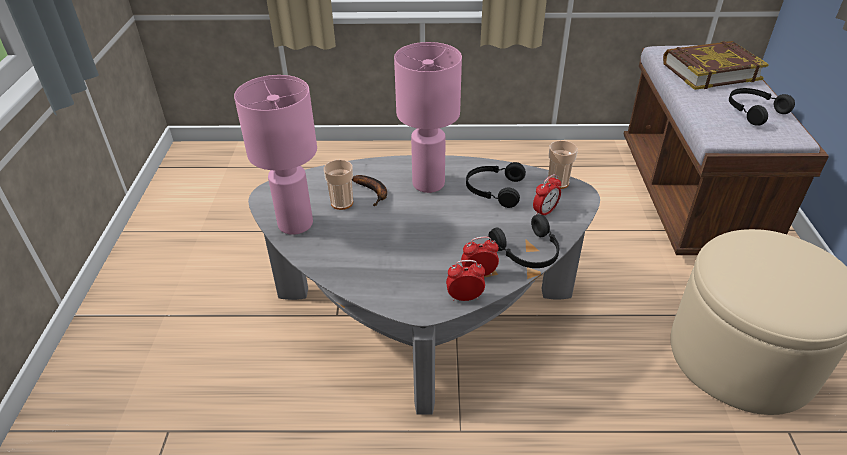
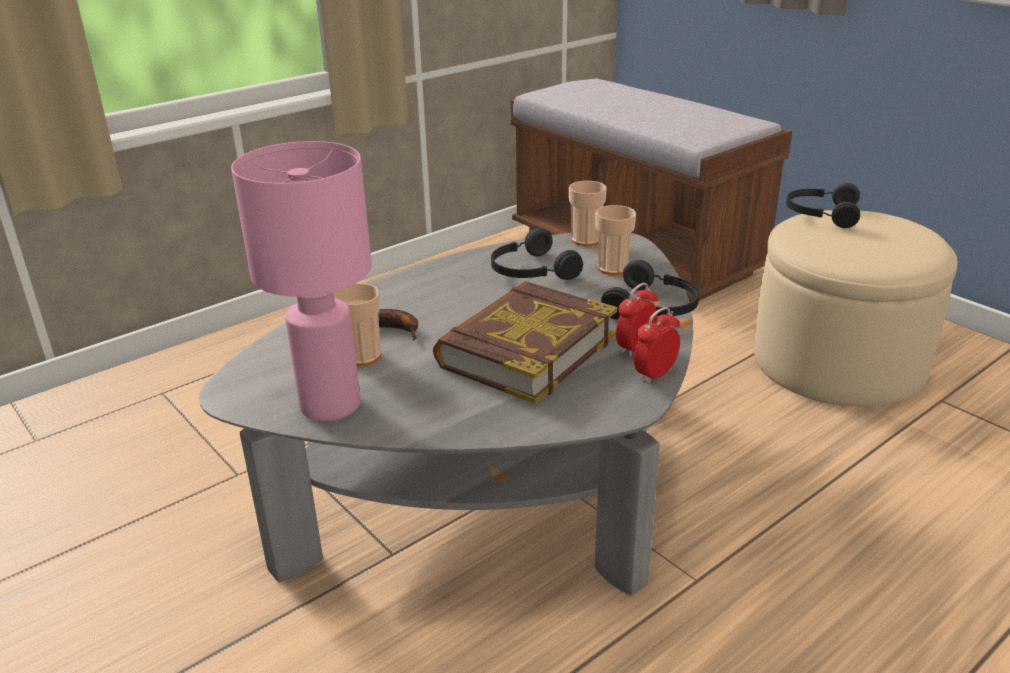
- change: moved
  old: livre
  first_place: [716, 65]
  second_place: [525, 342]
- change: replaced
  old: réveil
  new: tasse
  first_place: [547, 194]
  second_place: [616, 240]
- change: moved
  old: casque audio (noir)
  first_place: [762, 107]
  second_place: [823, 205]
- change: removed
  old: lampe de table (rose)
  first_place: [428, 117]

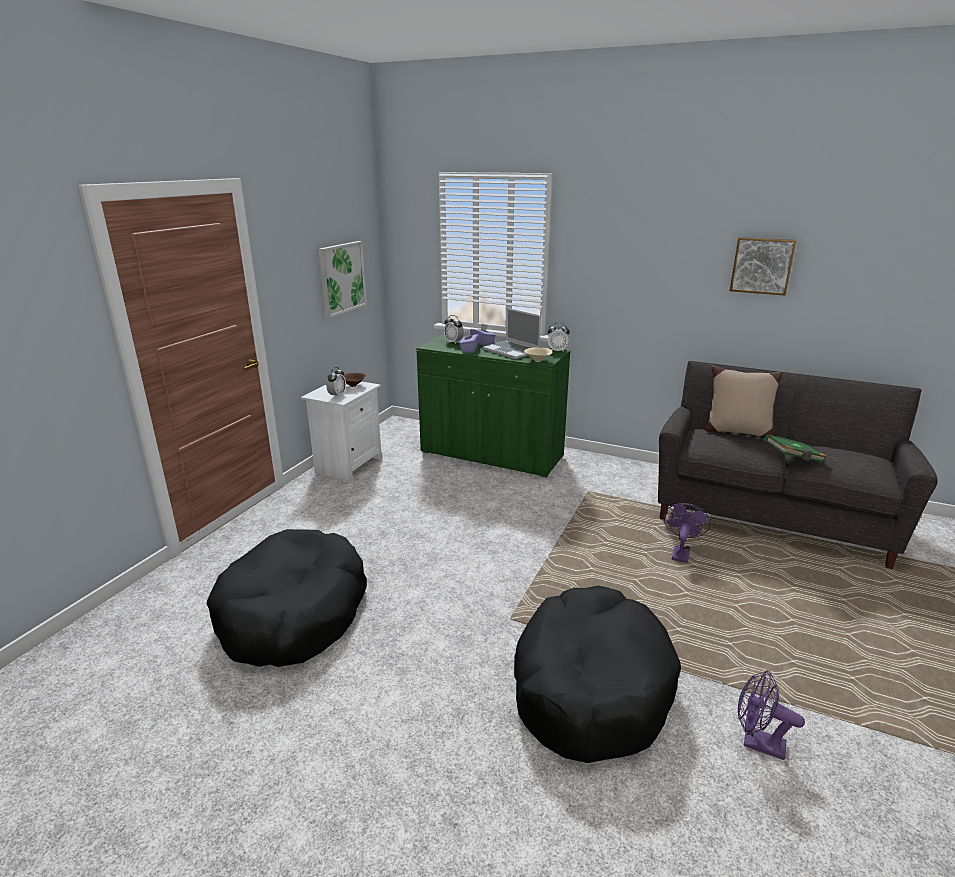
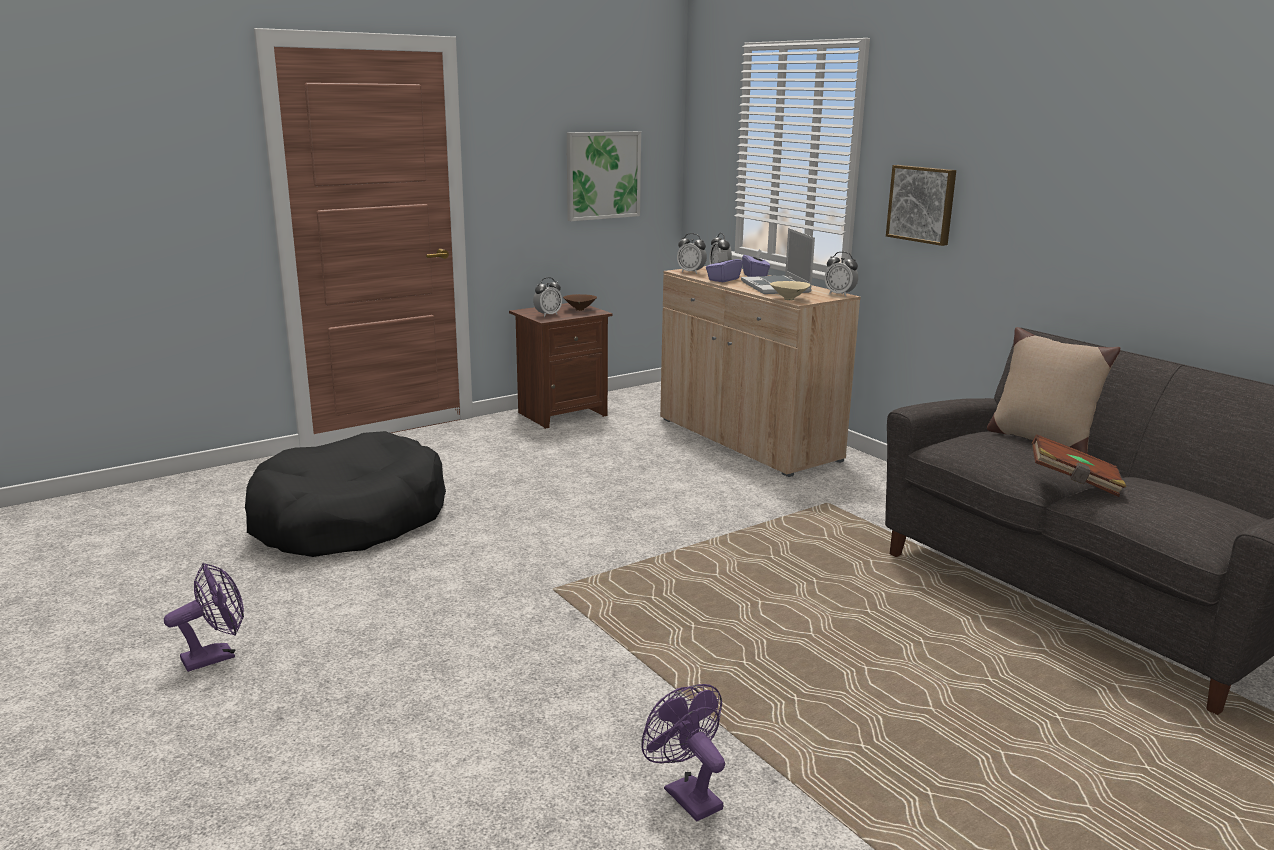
- change: moved
  old: ventilateur (violet)
  first_place: [687, 533]
  second_place: [204, 617]
- change: recoloured
  old: table de chevet (blanc)
  new: table de chevet (marron)
  first_place: [341, 431]
  second_place: [561, 366]
- change: recoloured
  old: meuble de rangement (vert)
  new: meuble de rangement (beige)
  first_place: [493, 406]
  second_place: [760, 371]
- change: added
  new: réveil
  second_place: [692, 253]
- change: moved
  old: tableau
  first_place: [763, 266]
  second_place: [921, 205]
- change: recoloured
  old: livre (vert)
  new: livre (marron)
  first_place: [795, 448]
  second_place: [1079, 465]
- change: removed
  old: panier pour chien (noir)
  first_place: [597, 674]

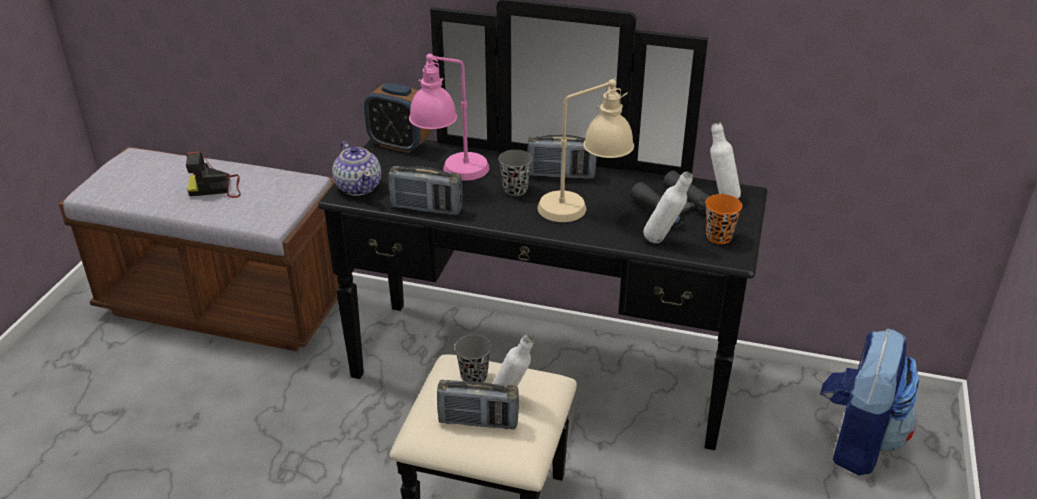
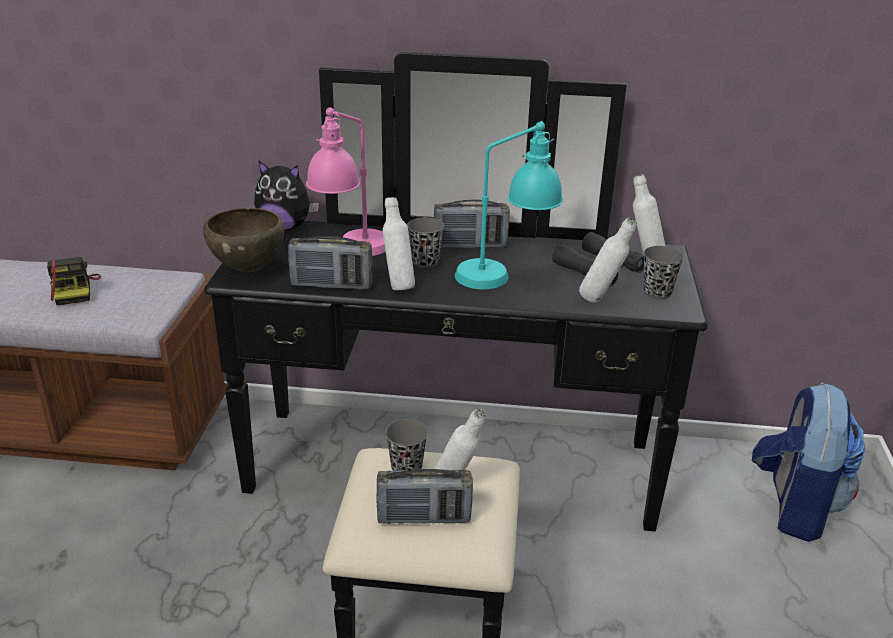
- change: turned
  old: appareil photo
  first_place: [213, 174]
  second_place: [74, 281]
  degrees: -90
- change: replaced
  old: théière
  new: bol (marron)
  first_place: [356, 169]
  second_place: [243, 240]
- change: replaced
  old: réveil
  new: peluche
  first_place: [397, 118]
  second_place: [286, 195]
- change: added
  new: bouteille (blanc)
  second_place: [399, 244]
- change: recoloured
  old: lampe de table (beige)
  new: lampe de table (turquoise)
  first_place: [585, 149]
  second_place: [509, 205]
- change: recoloured
  old: tasse (orange)
  new: tasse (gris)
  first_place: [723, 219]
  second_place: [663, 273]

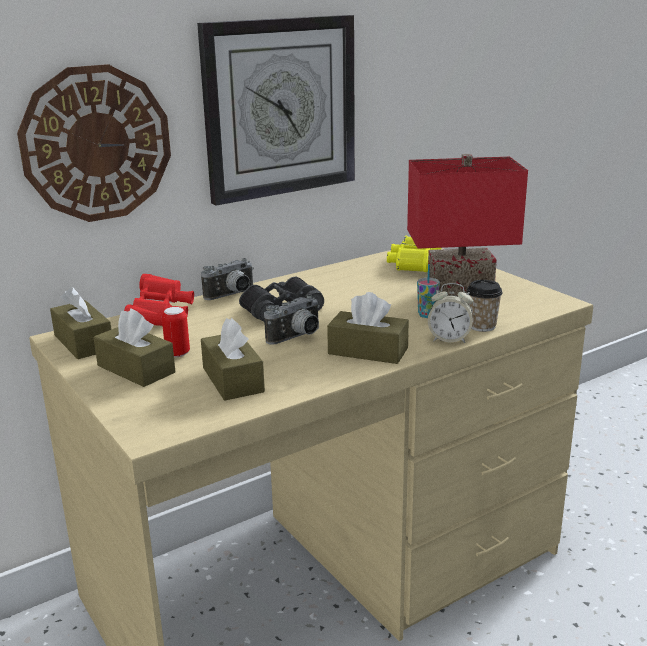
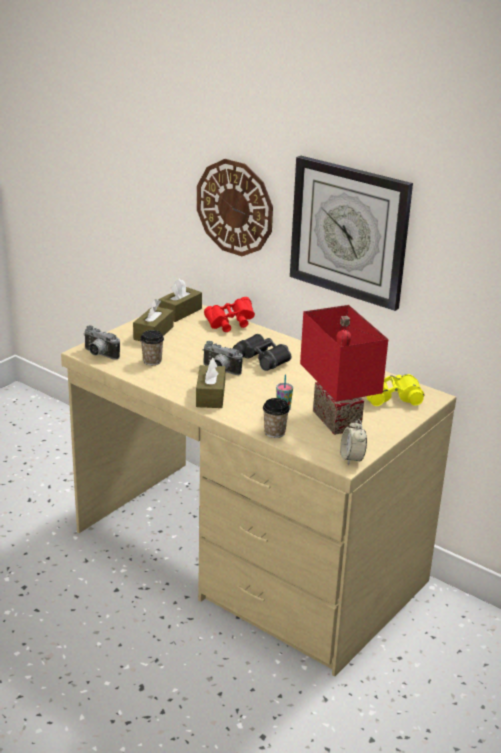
- change: moved
  old: appareil photo
  first_place: [227, 279]
  second_place: [101, 342]
- change: replaced
  old: boîte à mouchoirs (marron)
  new: tasse
  first_place: [233, 359]
  second_place: [152, 347]
- change: moved
  old: réveil
  first_place: [450, 313]
  second_place: [353, 442]
- change: removed
  old: boîte métallique
  first_place: [176, 332]

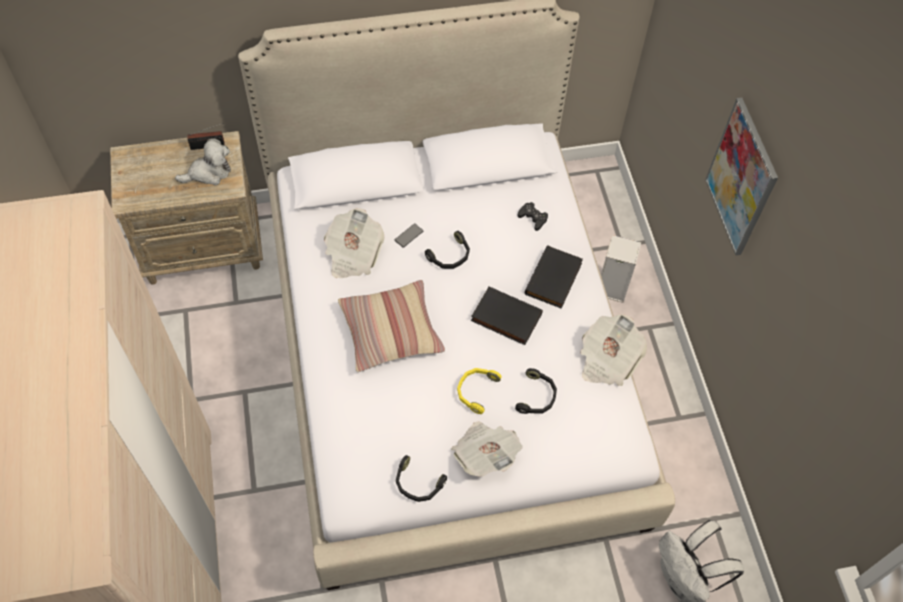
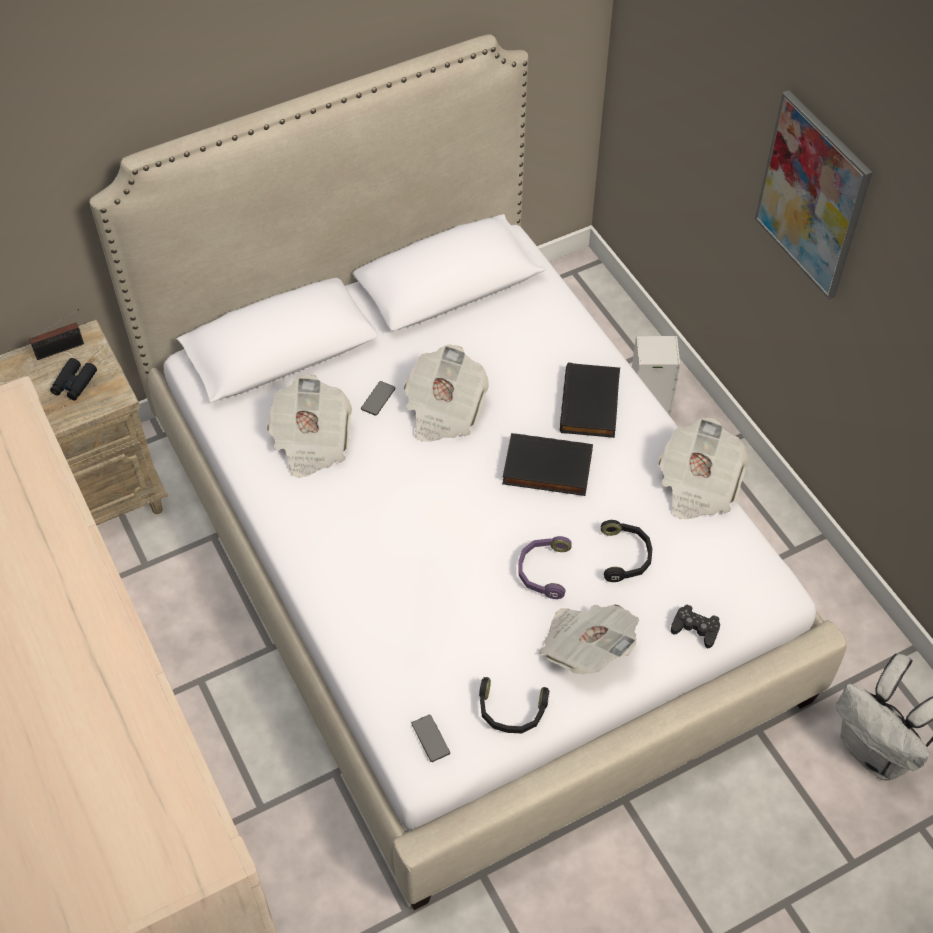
- change: replaced
  old: peluche
  new: jumelles (noir)
  first_place: [203, 162]
  second_place: [73, 379]
- change: replaced
  old: casque audio (noir)
  new: journal
  first_place: [447, 250]
  second_place: [446, 393]
- change: added
  new: téléphone
  second_place: [430, 738]
- change: recoloured
  old: casque audio (jaune)
  new: casque audio (violet)
  first_place: [479, 391]
  second_place: [545, 567]
- change: moved
  old: manette (noir)
  first_place: [533, 216]
  second_place: [695, 626]
- change: removed
  old: coussin
  first_place: [391, 326]

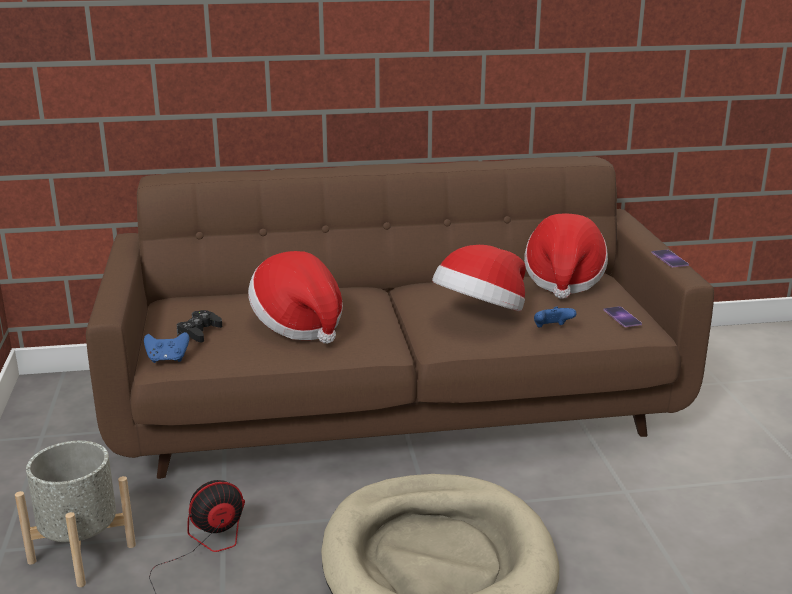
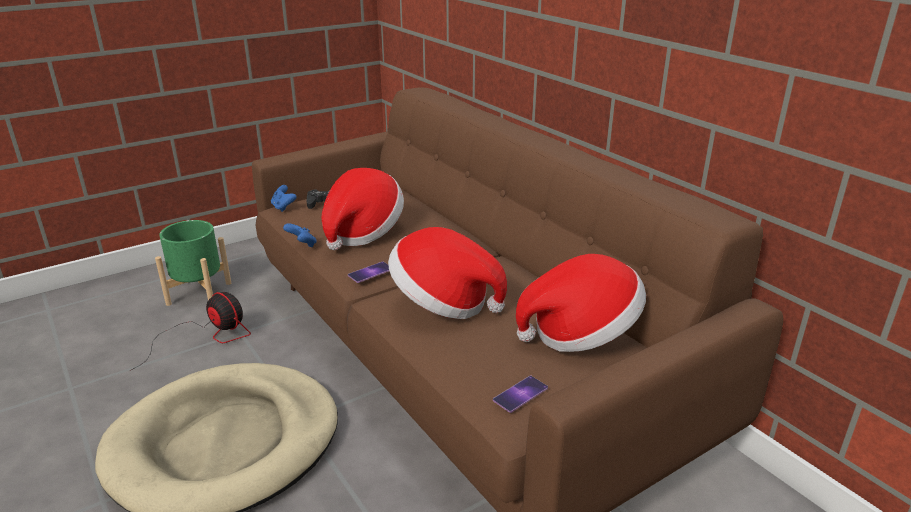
- change: recoloured
  old: cache-pot (gris)
  new: cache-pot (vert)
  first_place: [75, 514]
  second_place: [193, 263]
- change: moved
  old: manette (bleu)
  first_place: [555, 317]
  second_place: [300, 235]
- change: moved
  old: téléphone
  first_place: [670, 258]
  second_place: [368, 272]

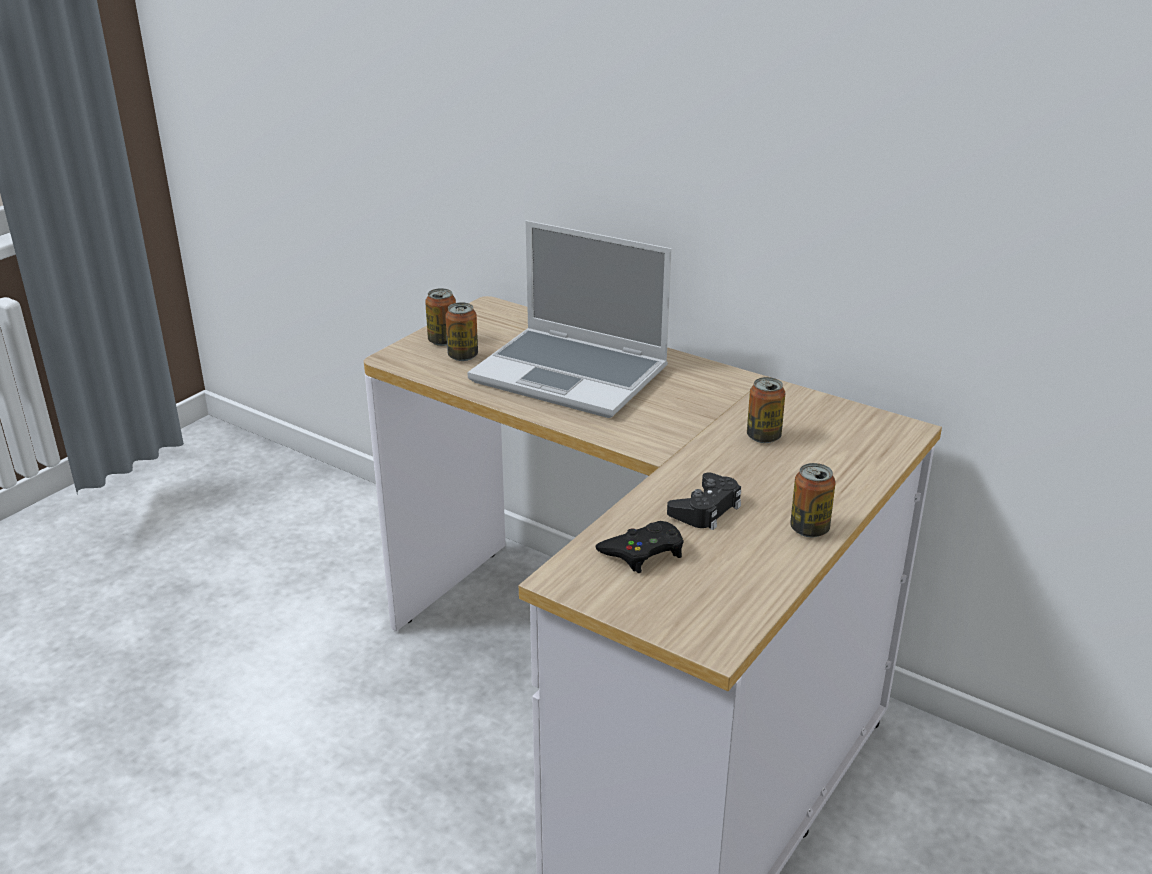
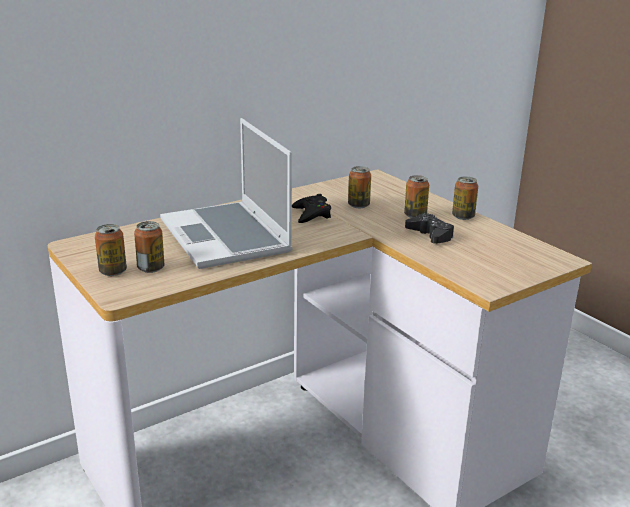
- change: turned
  old: ordinateur portable
  first_place: [569, 319]
  second_place: [226, 193]
  degrees: 105
- change: moved
  old: manette (noir)
  first_place: [639, 547]
  second_place: [311, 208]
- change: added
  new: boîte métallique
  second_place: [416, 196]

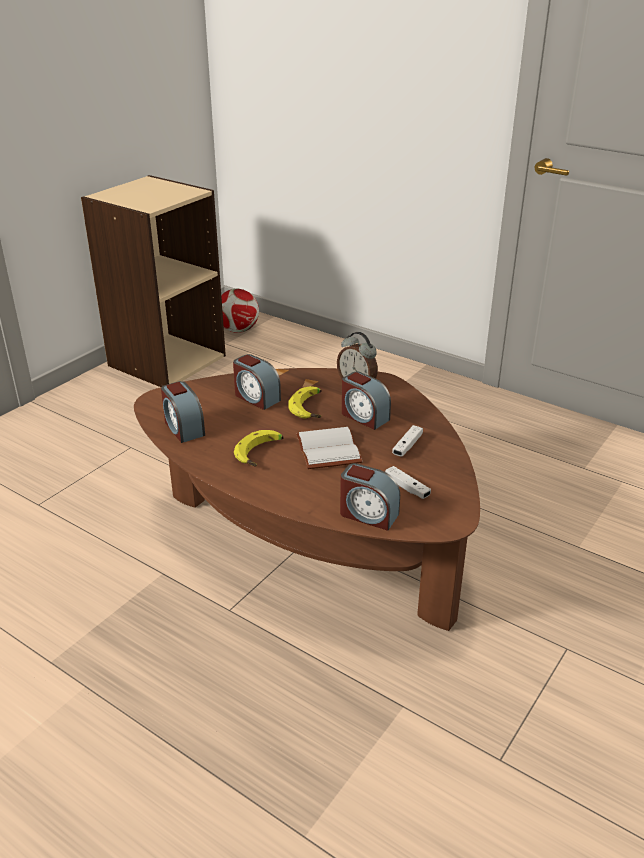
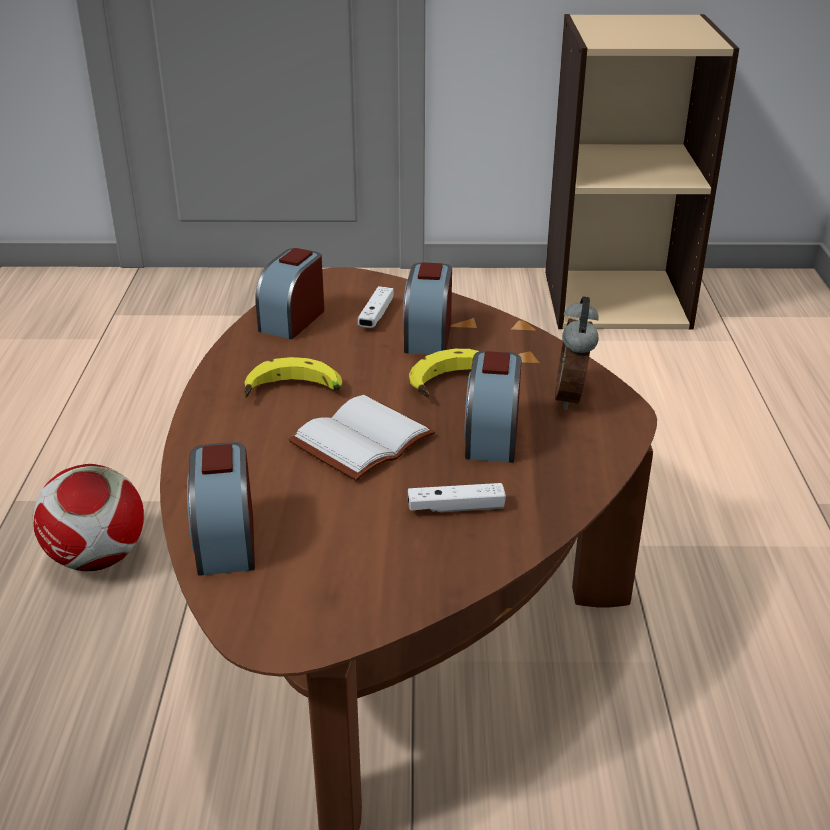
- change: moved
  old: ballon de foot
  first_place: [240, 311]
  second_place: [88, 517]
- change: moved
  old: manette (blanc)
  first_place: [408, 482]
  second_place: [376, 307]

